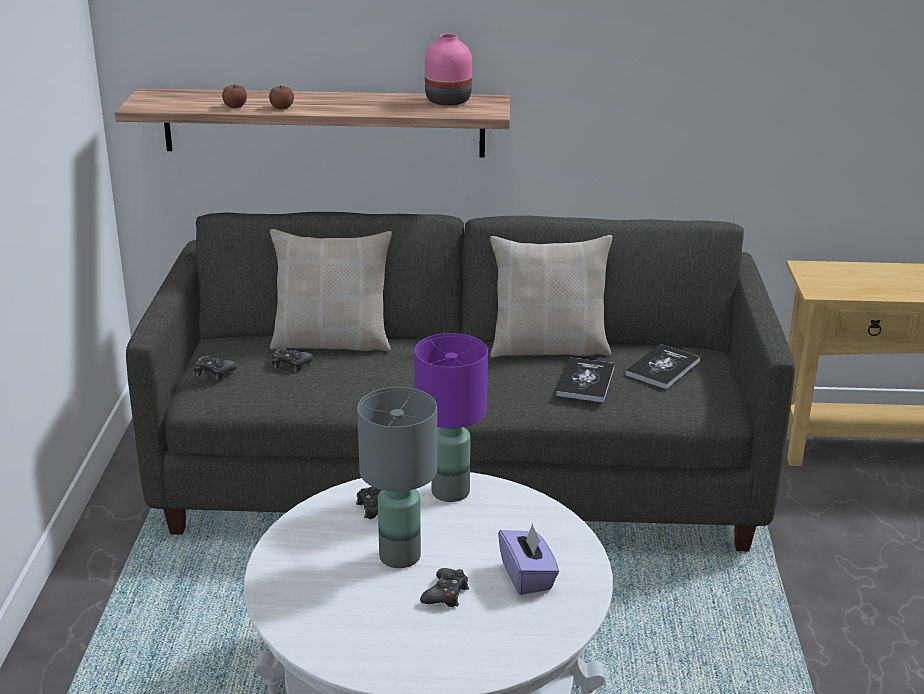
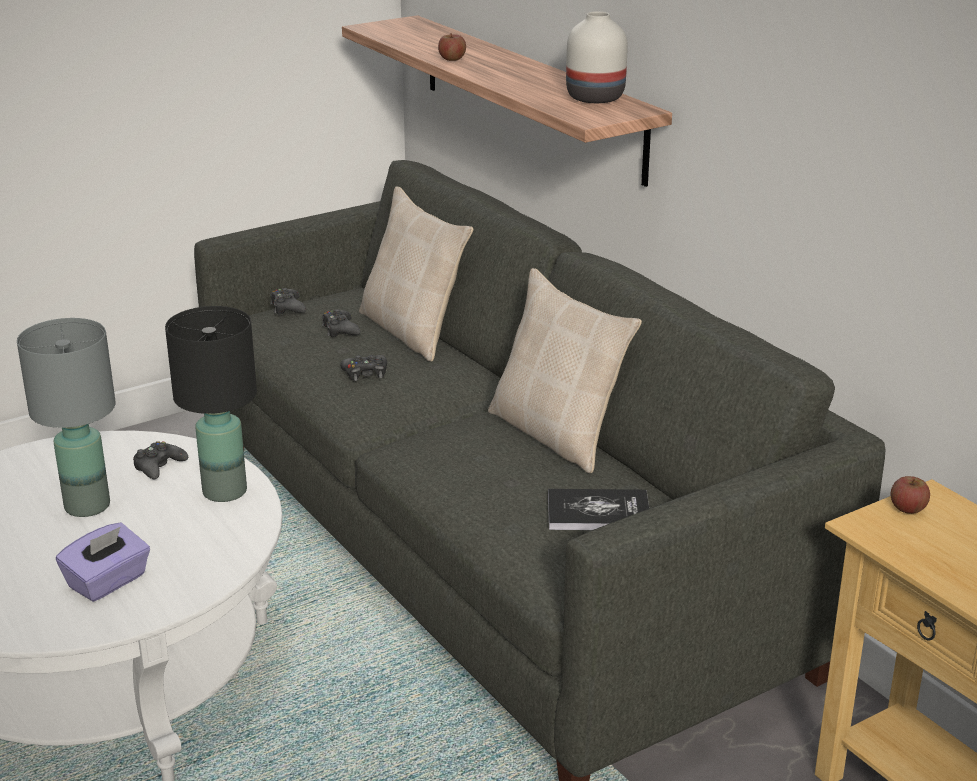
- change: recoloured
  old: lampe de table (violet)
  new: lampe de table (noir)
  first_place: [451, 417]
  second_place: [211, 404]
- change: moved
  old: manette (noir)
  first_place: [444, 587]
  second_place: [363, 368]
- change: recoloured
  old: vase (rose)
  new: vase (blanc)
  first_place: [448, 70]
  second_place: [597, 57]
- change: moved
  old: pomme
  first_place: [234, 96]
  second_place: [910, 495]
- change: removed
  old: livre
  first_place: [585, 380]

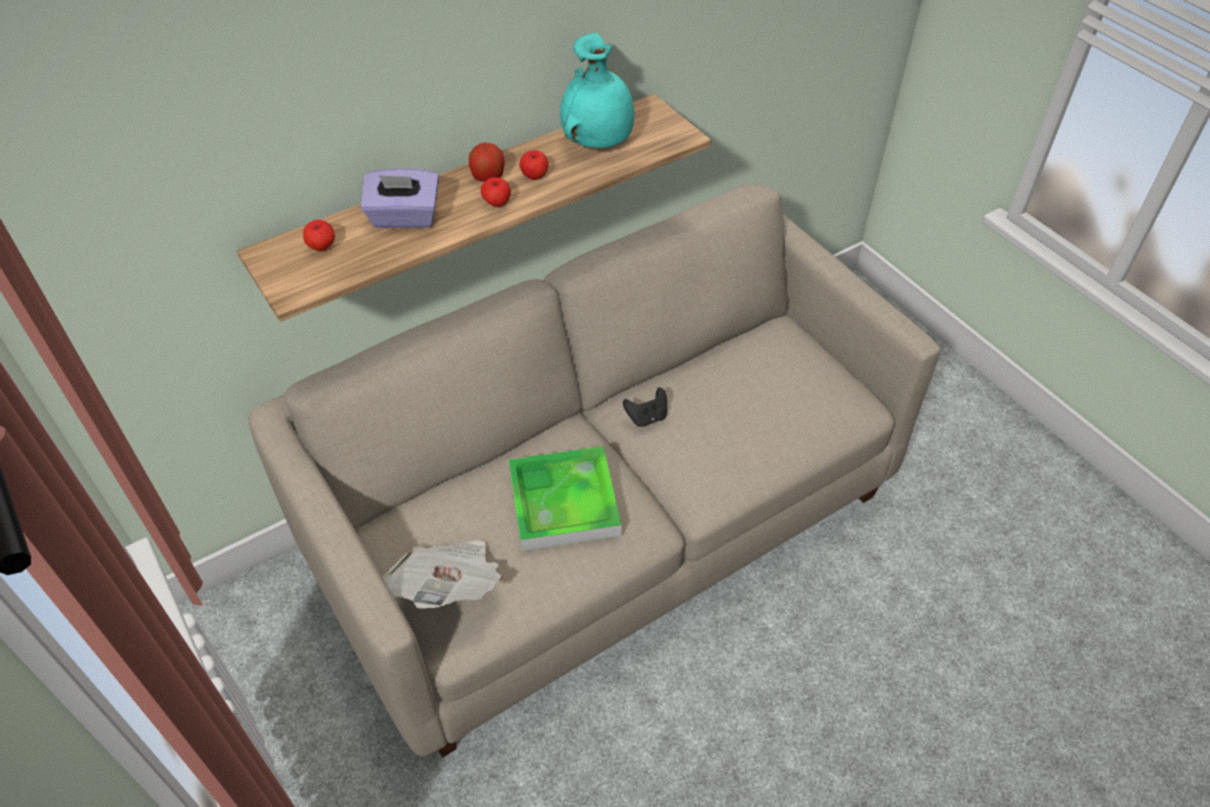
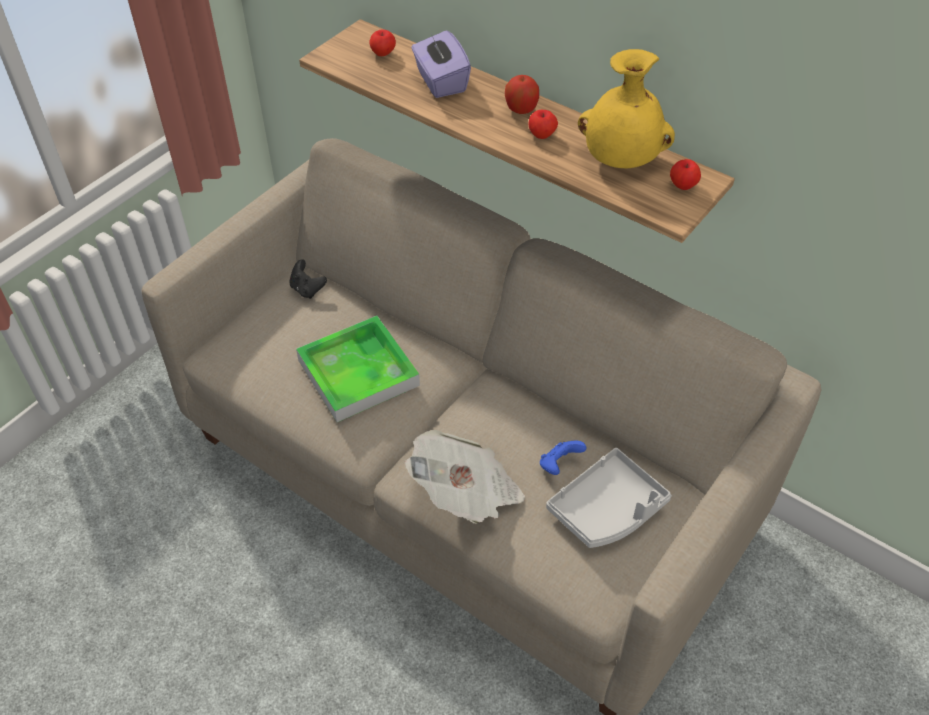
- change: moved
  old: manette (noir)
  first_place: [645, 407]
  second_place: [308, 279]
- change: moved
  old: journal
  first_place: [442, 574]
  second_place: [465, 477]
- change: added
  new: manette (bleu)
  second_place: [563, 458]
- change: added
  new: plateau (gris)
  second_place: [609, 498]
- change: recoloured
  old: vase (turquoise)
  new: vase (jaune)
  first_place: [597, 90]
  second_place: [626, 108]
- change: moved
  old: pomme
  first_place: [495, 192]
  second_place: [685, 174]

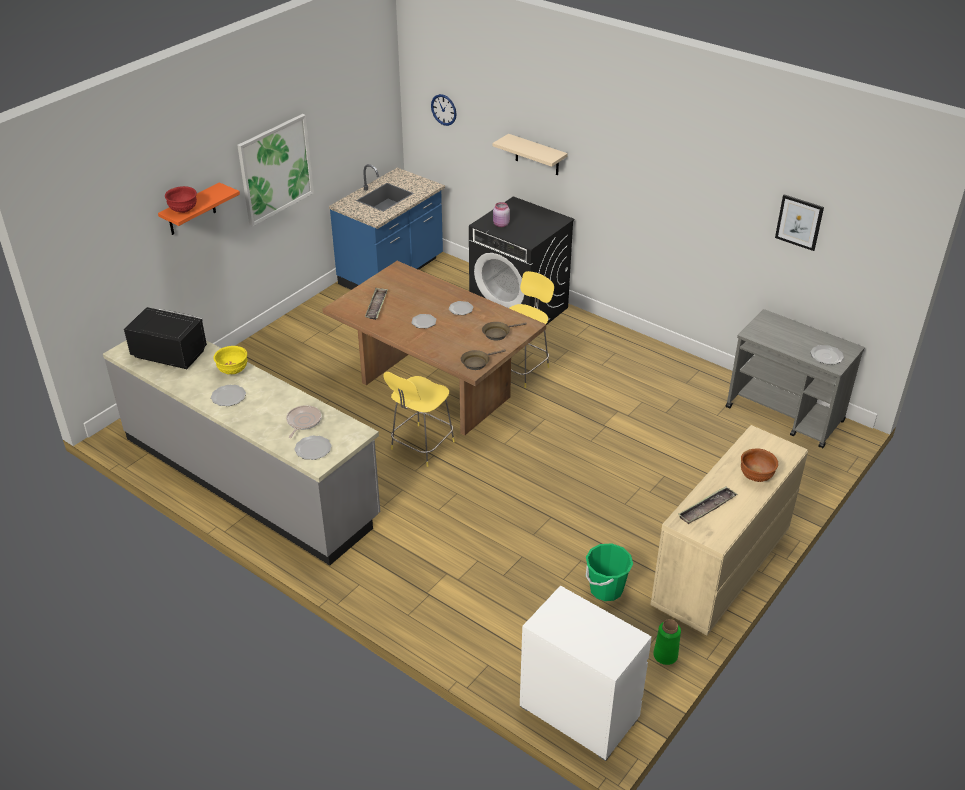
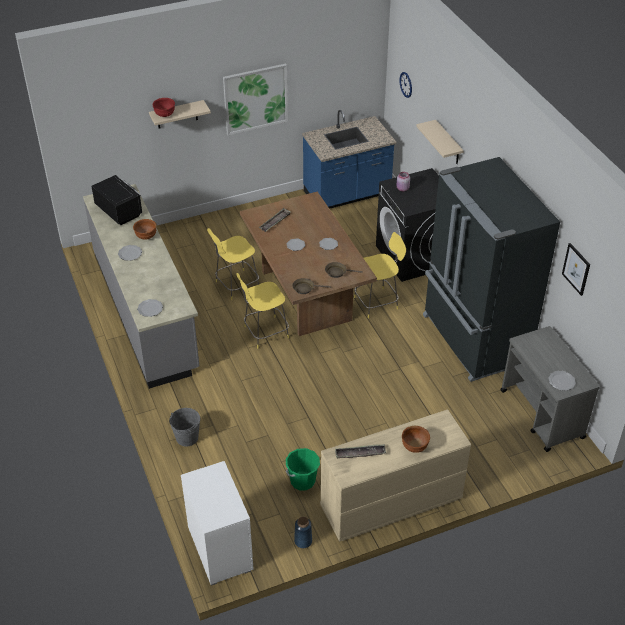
- change: recoloured
  old: bol (jaune)
  new: bol (marron)
  first_place: [230, 360]
  second_place: [145, 229]
- change: recoloured
  old: étagère (orange)
  new: étagère (beige)
  first_place: [199, 208]
  second_place: [180, 114]
- change: added
  new: seau (gris)
  second_place: [184, 427]
- change: added
  new: tabouret (jaune)
  second_place: [233, 264]
- change: recoloured
  old: vase (vert)
  new: vase (bleu)
  first_place: [667, 642]
  second_place: [303, 532]
- change: added
  new: réfrigérateur (noir)
  second_place: [491, 269]
- change: removed
  old: poêle
  first_place: [304, 421]

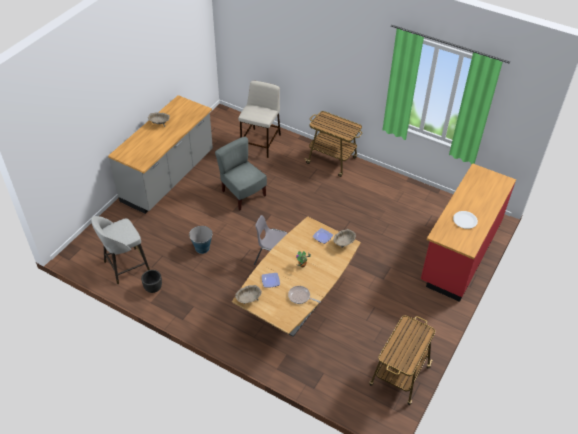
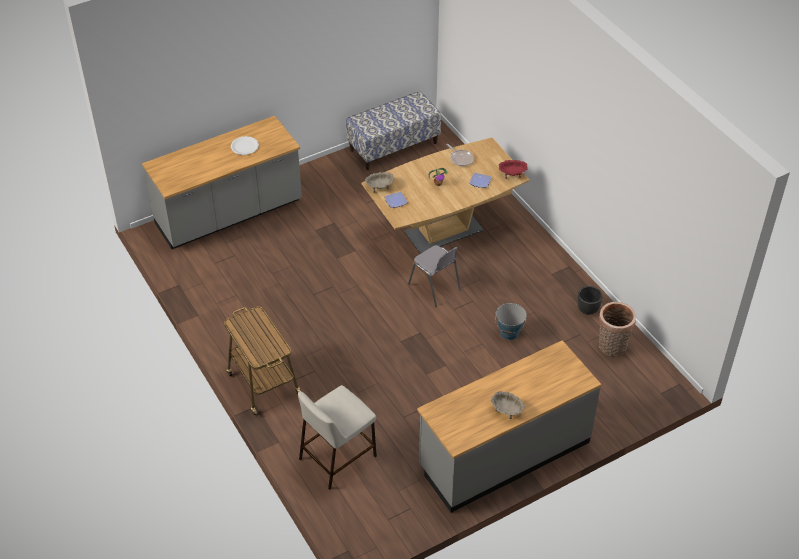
- change: recoloured
  old: comptoir de cuisine (rouge)
  new: comptoir de cuisine (gris)
  first_place: [468, 232]
  second_place: [222, 182]
- change: replaced
  old: chariot
  new: banc
  first_place: [402, 360]
  second_place: [393, 130]
- change: recoloured
  old: bol (beige)
  new: bol (rouge)
  first_place: [248, 294]
  second_place: [513, 169]
- change: replaced
  old: tabouret (gris)
  new: panier
  first_place: [120, 250]
  second_place: [617, 329]
- change: removed
  old: chaise (gris)
  first_place: [241, 173]

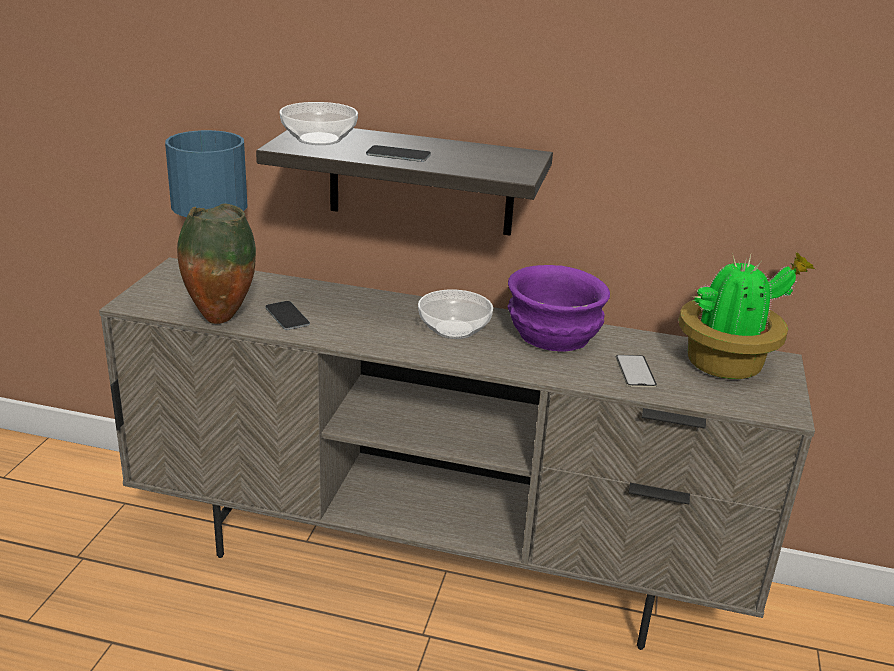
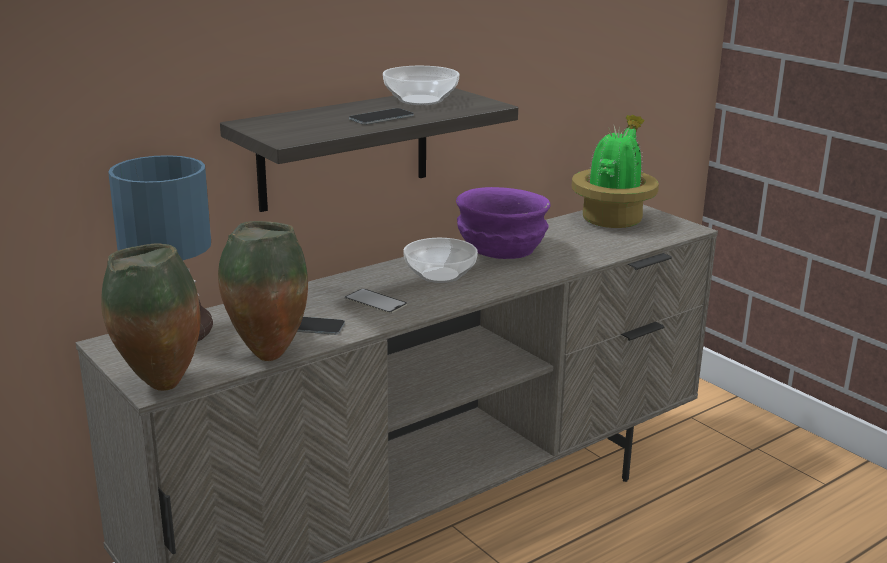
- change: added
  new: vase
  second_place: [151, 317]
- change: moved
  old: téléphone
  first_place: [636, 371]
  second_place: [376, 301]
- change: moved
  old: bol
  first_place: [318, 123]
  second_place: [421, 85]

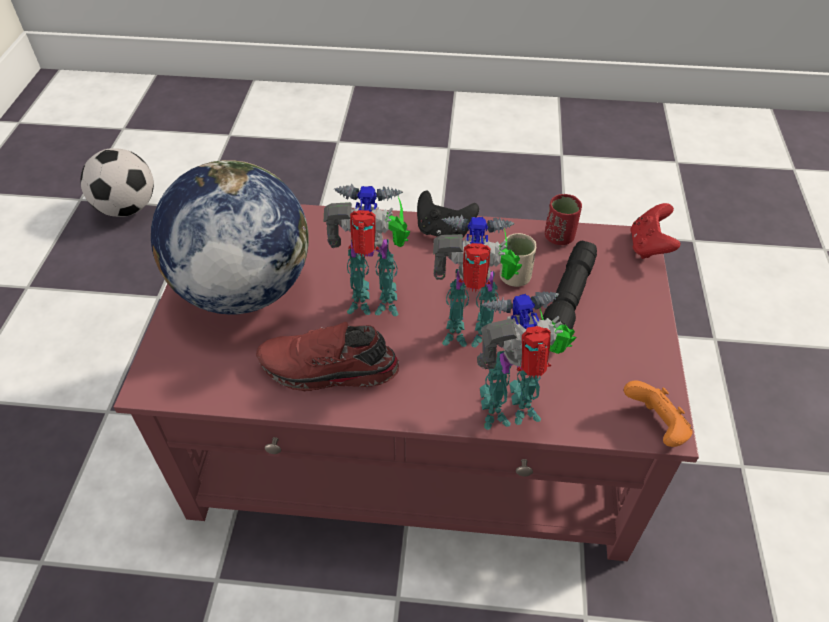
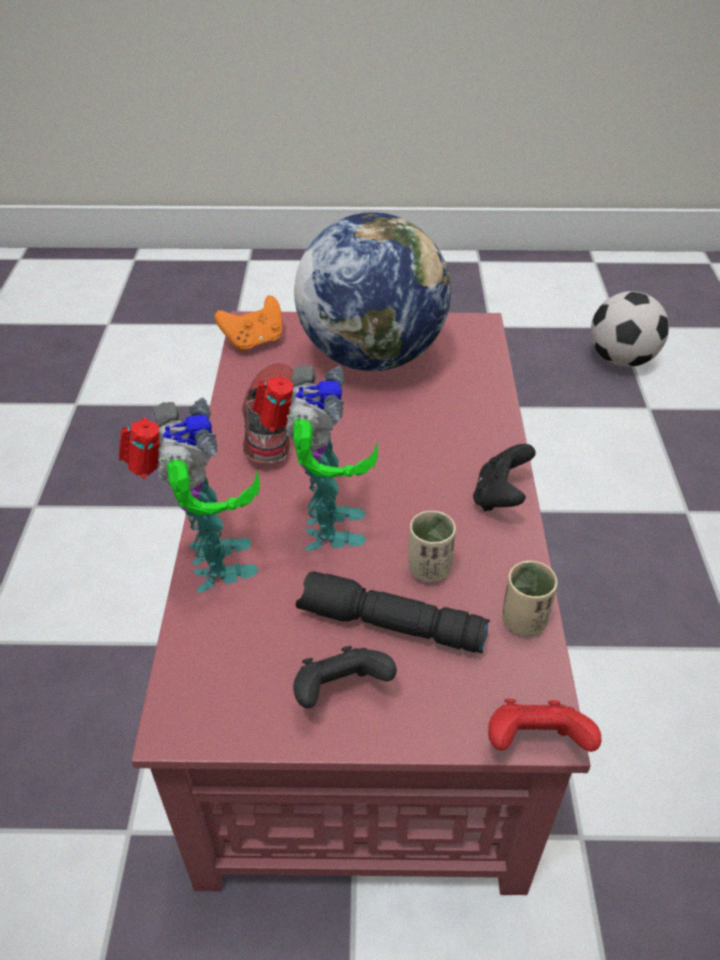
- change: moved
  old: manette (orange)
  first_place: [658, 414]
  second_place: [248, 323]
- change: added
  new: manette (noir)
  second_place: [345, 677]
- change: recoloured
  old: tasse (rouge)
  new: tasse (beige)
  first_place: [563, 219]
  second_place: [529, 598]
- change: removed
  old: robot jouet
  first_place: [367, 250]

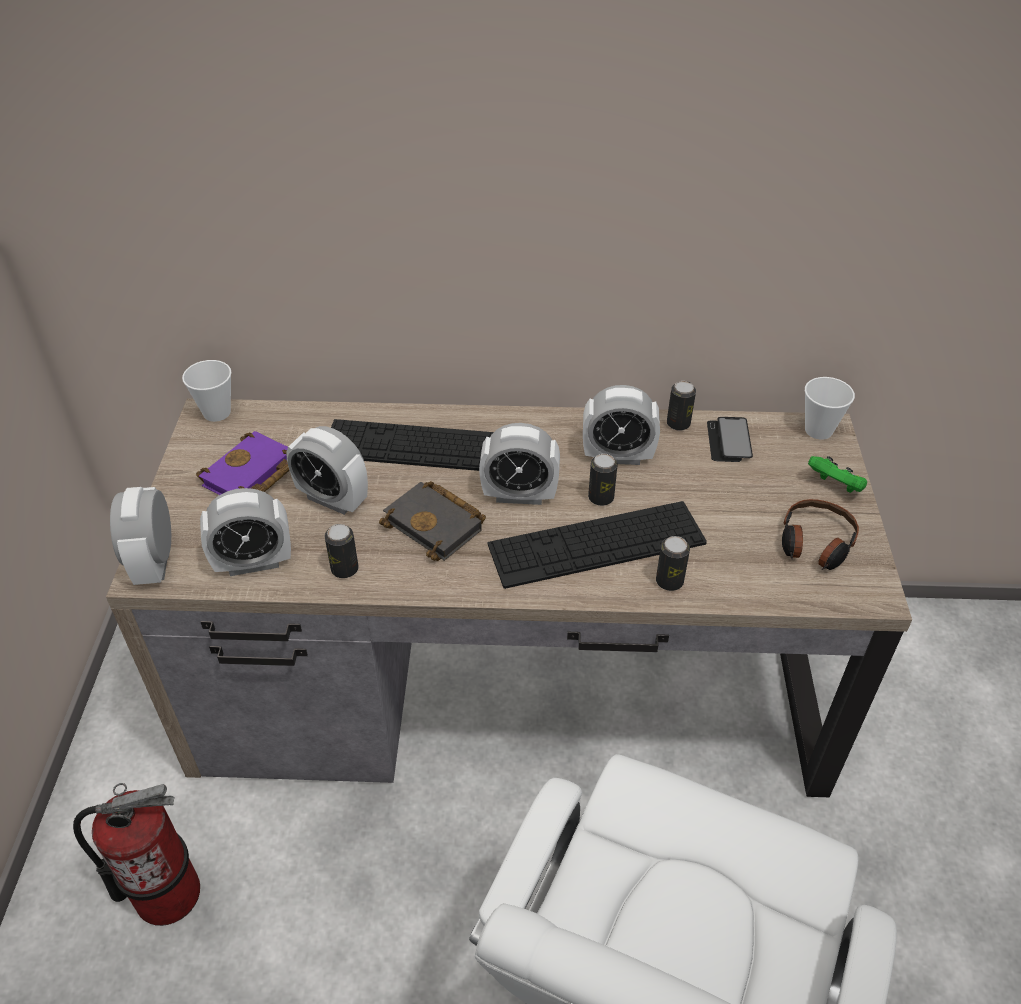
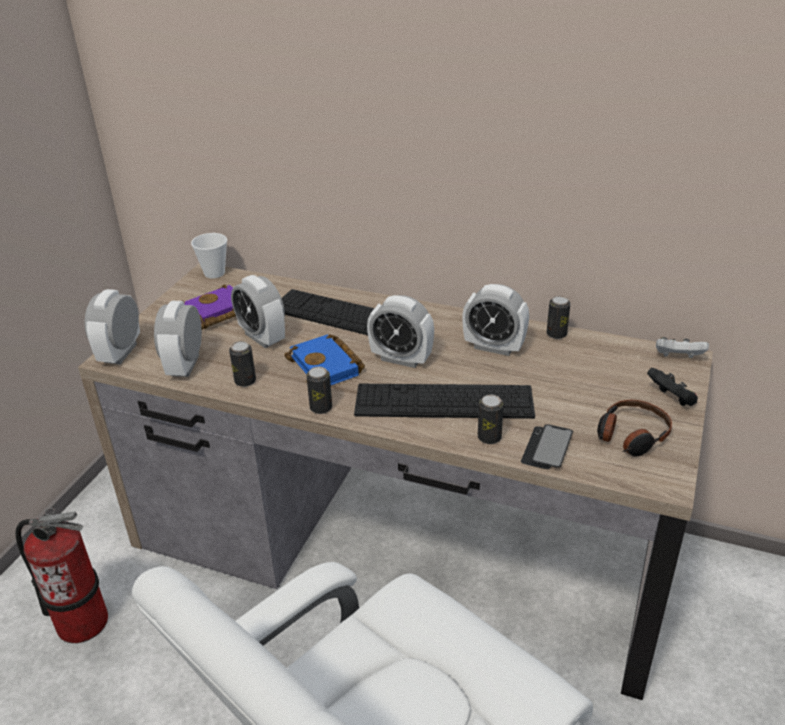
- change: turned
  old: réveil
  first_place: [245, 532]
  second_place: [178, 339]
  degrees: 90
- change: recoloured
  old: livre (noir)
  new: livre (bleu)
  first_place: [432, 521]
  second_place: [324, 359]
- change: moved
  old: boîte métallique
  first_place: [603, 480]
  second_place: [319, 390]
- change: moved
  old: téléphone
  first_place: [730, 439]
  second_place: [547, 446]
- change: recoloured
  old: manette (vert)
  new: manette (noir)
  first_place: [837, 474]
  second_place: [672, 387]
- change: replaced
  old: tasse
  new: manette (blanc)
  first_place: [830, 408]
  second_place: [682, 347]

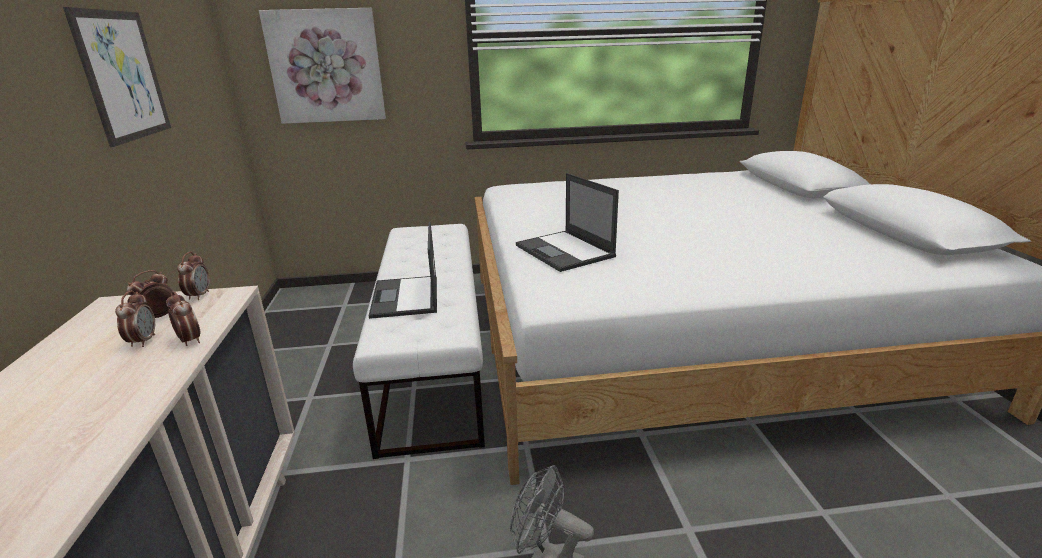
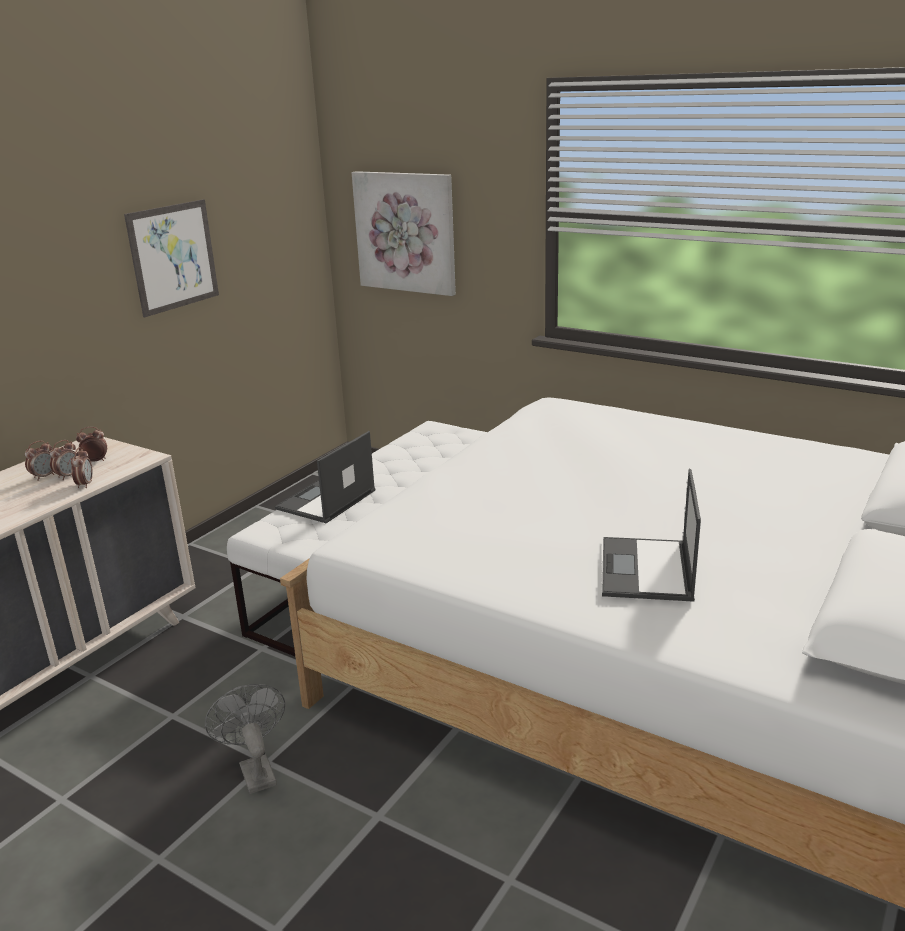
- change: moved
  old: réveil
  first_place: [193, 276]
  second_place: [39, 461]
- change: moved
  old: ordinateur portable
  first_place: [567, 222]
  second_place: [651, 535]

